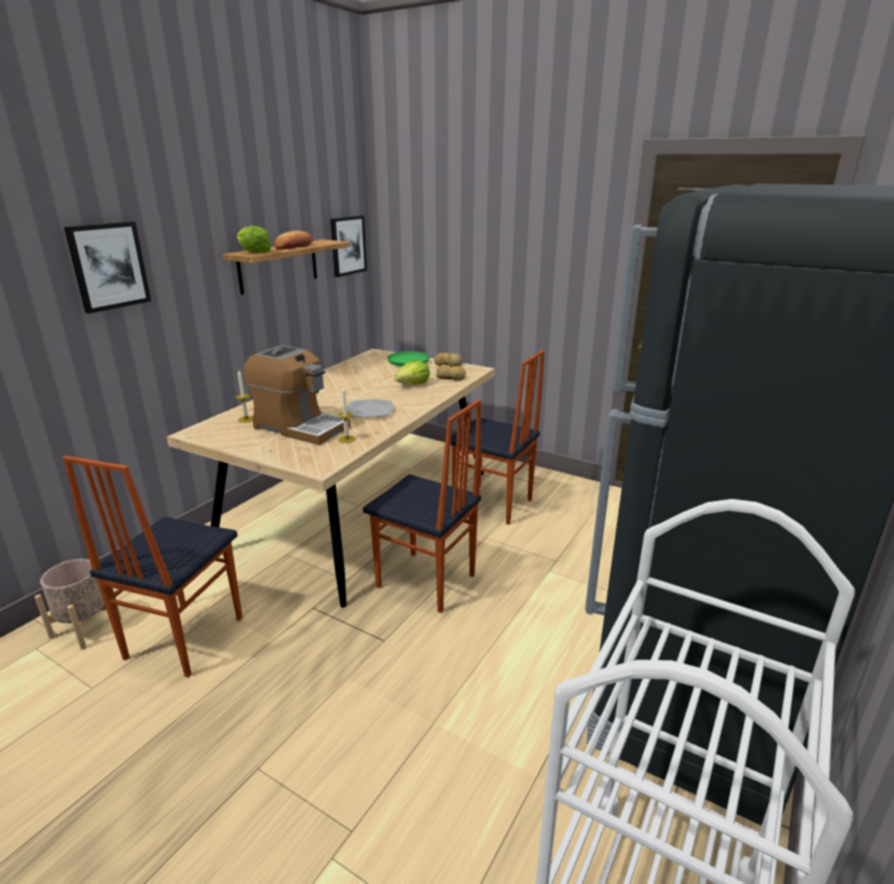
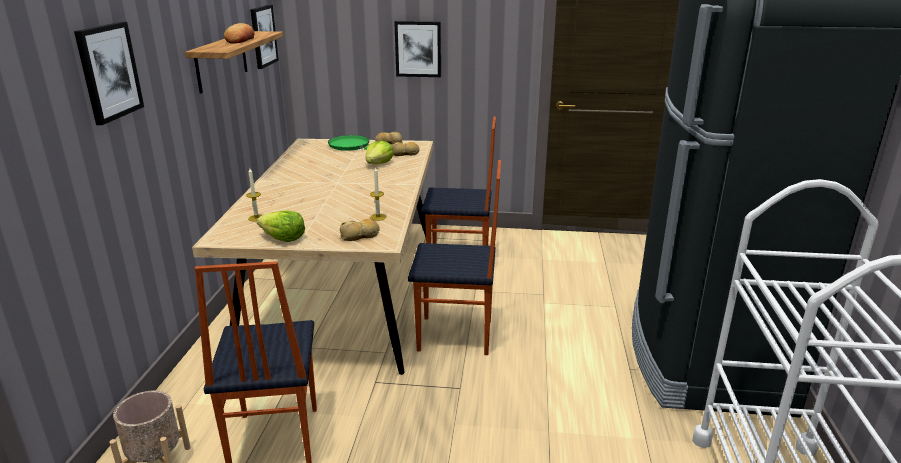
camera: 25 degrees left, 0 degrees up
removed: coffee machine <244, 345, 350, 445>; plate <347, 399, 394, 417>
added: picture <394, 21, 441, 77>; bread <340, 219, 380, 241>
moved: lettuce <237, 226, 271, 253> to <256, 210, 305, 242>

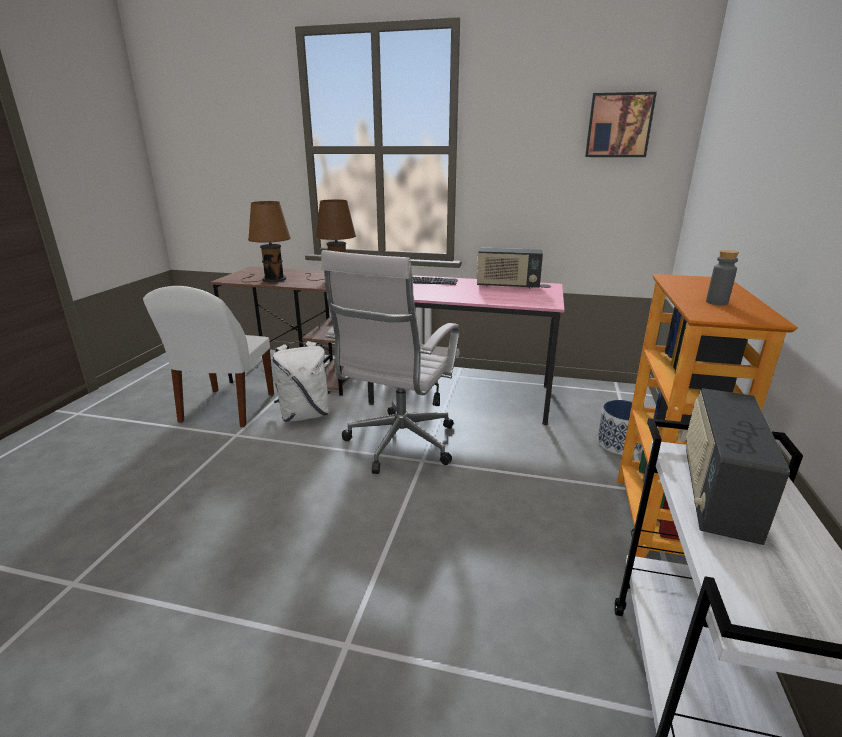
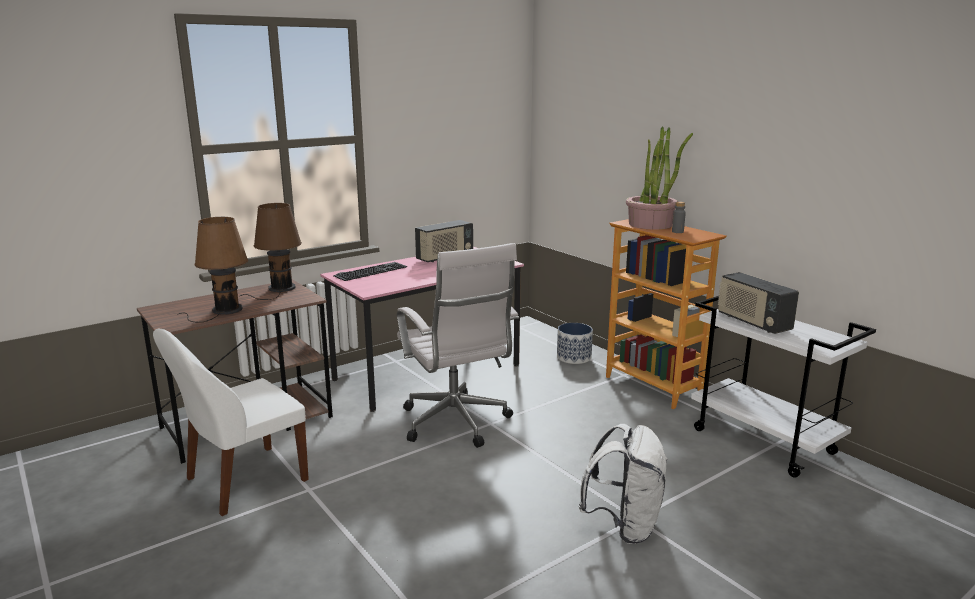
camera: 50 degrees left, 5 degrees down
removed: picture <585, 92, 657, 157>
added: potted plant <626, 127, 693, 230>
moved: backpack in white <273, 341, 330, 422> to <579, 424, 668, 544>
turned: chair in white <143, 286, 274, 427> = <153, 329, 309, 516> 90 degrees clockwise

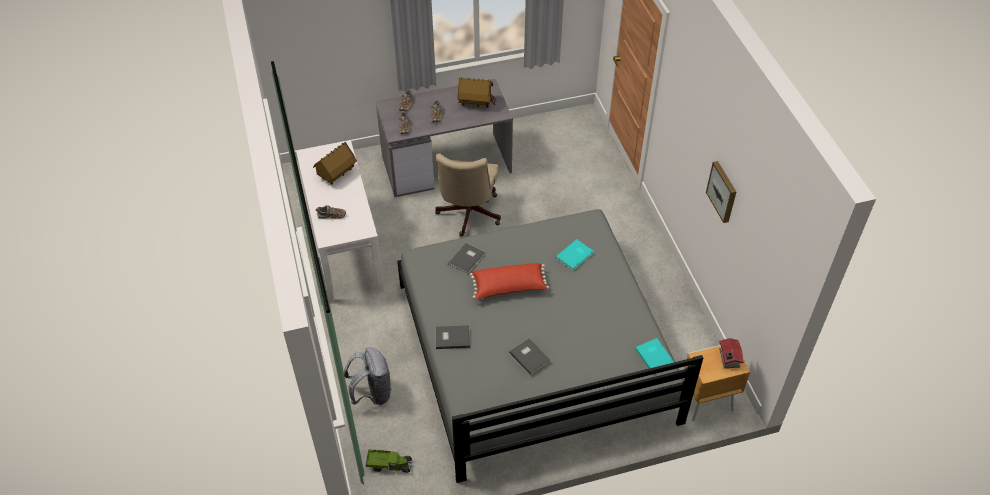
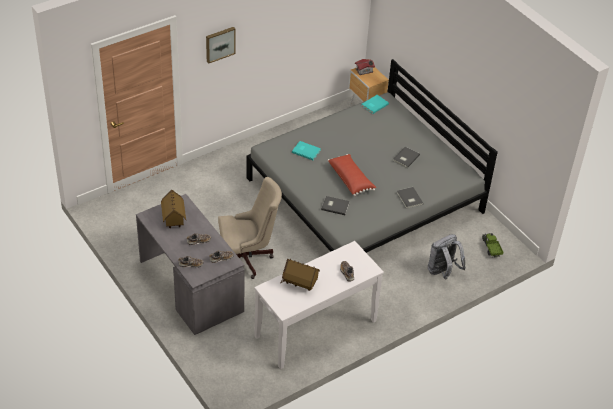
camera: 110 degrees left, 5 degrees down
moved: picture <706, 161, 736, 223> to <206, 27, 236, 64>

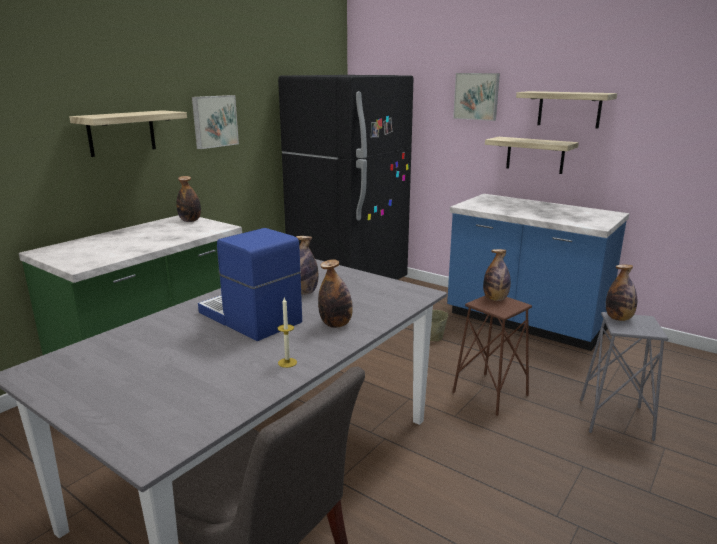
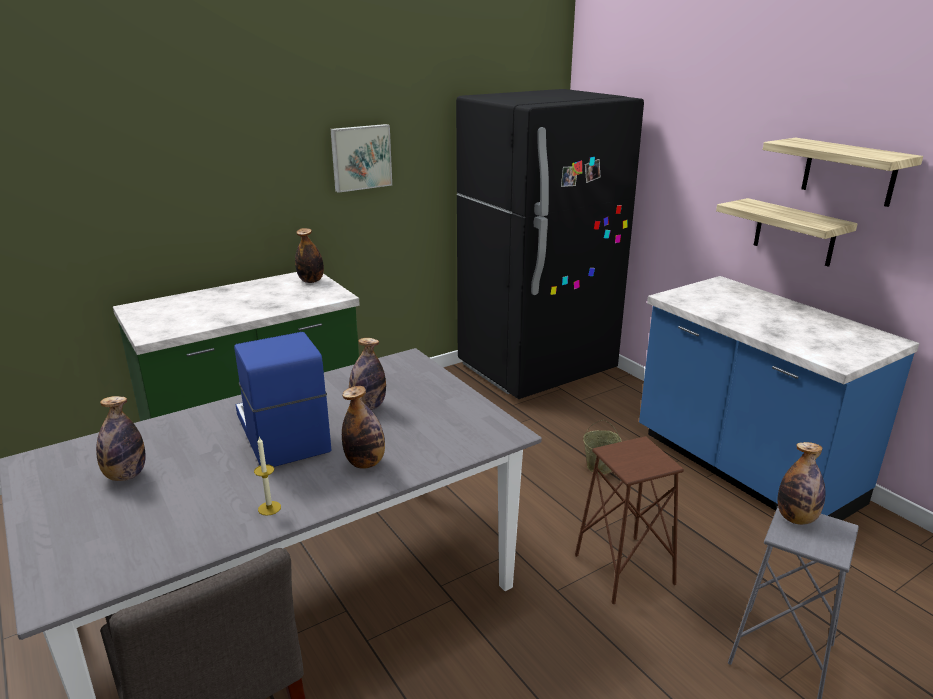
camera: 20 degrees right, 5 degrees up
removed: picture <453, 73, 500, 121>; shelf <69, 110, 187, 157>
moved: bottle <483, 249, 511, 301> to <96, 396, 146, 481>

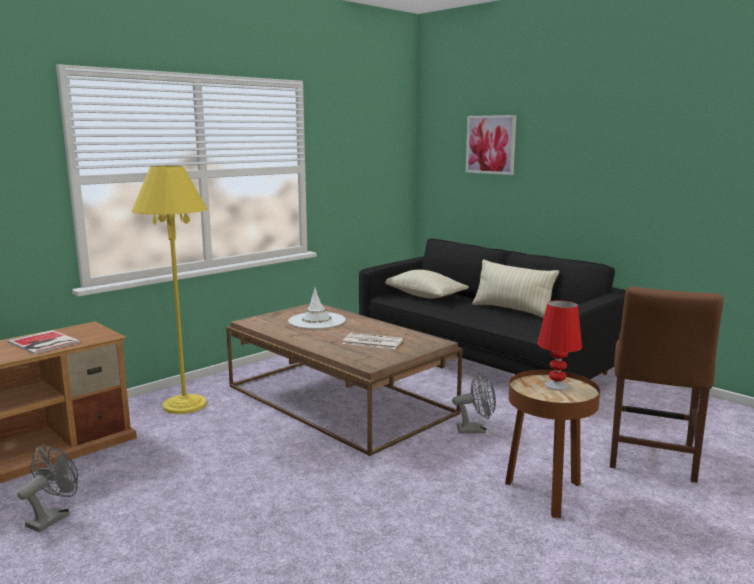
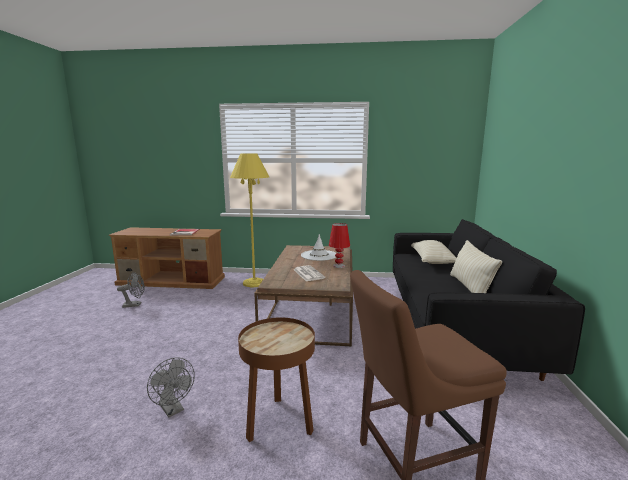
camera: 50 degrees right, 0 degrees up
removed: picture <466, 115, 516, 175>
moved: table lamp in red <537, 300, 582, 391> to <329, 223, 350, 268>; fan in grey <452, 373, 496, 433> to <147, 357, 195, 418>

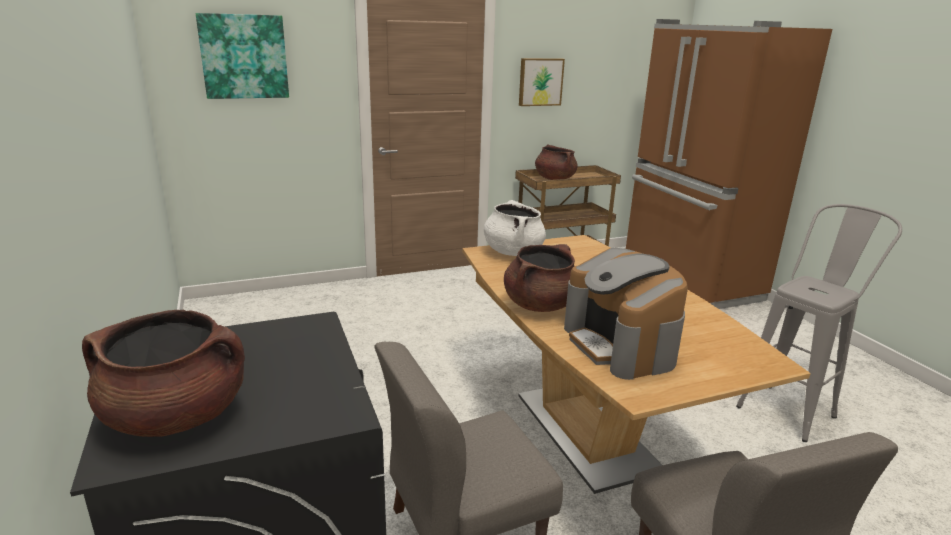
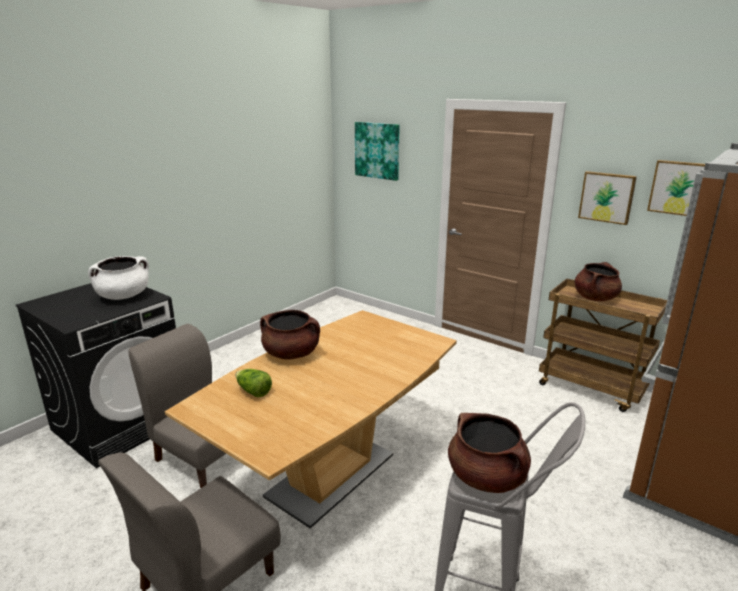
camera: 60 degrees right, 0 degrees up
added: picture <647, 160, 705, 216>
moved: cooking pot in white <484, 200, 546, 256> to <88, 256, 149, 300>; cooking pot in brown <82, 310, 245, 437> to <448, 413, 531, 493>
replaced: coffee machine <564, 248, 688, 380> to lettuce <235, 369, 272, 398>

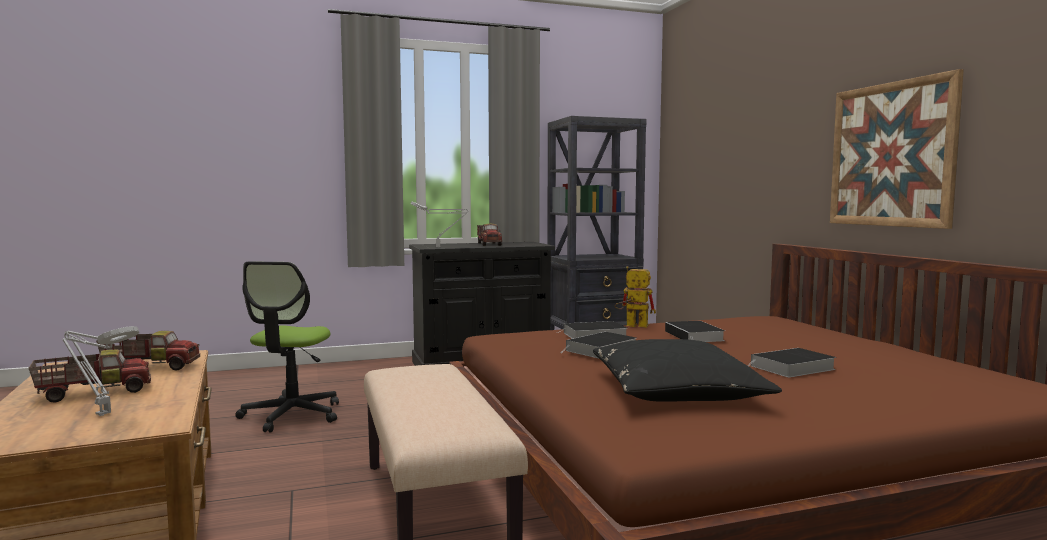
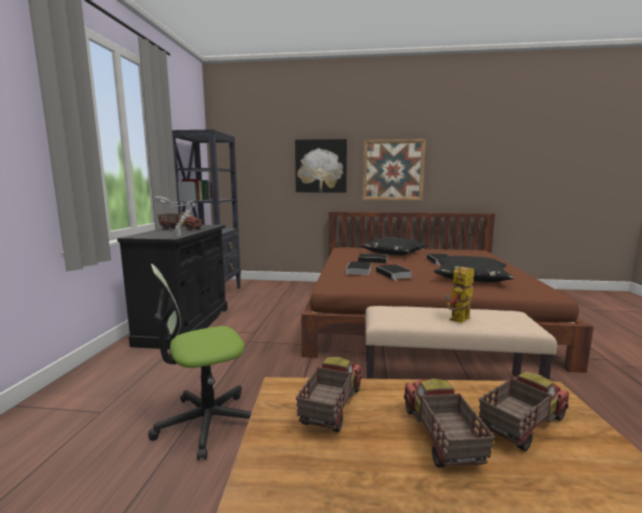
camera: 65 degrees left, 5 degrees up
added: picture <295, 139, 347, 193>; pillow in black <361, 237, 427, 255>
moved: toy robot <614, 266, 656, 328> to <445, 267, 474, 323>
replaced: table lamp in grey <62, 326, 139, 416> to toy truck <479, 372, 569, 451>
turned: office chair <235, 261, 339, 432> = <148, 264, 252, 460> 120 degrees clockwise

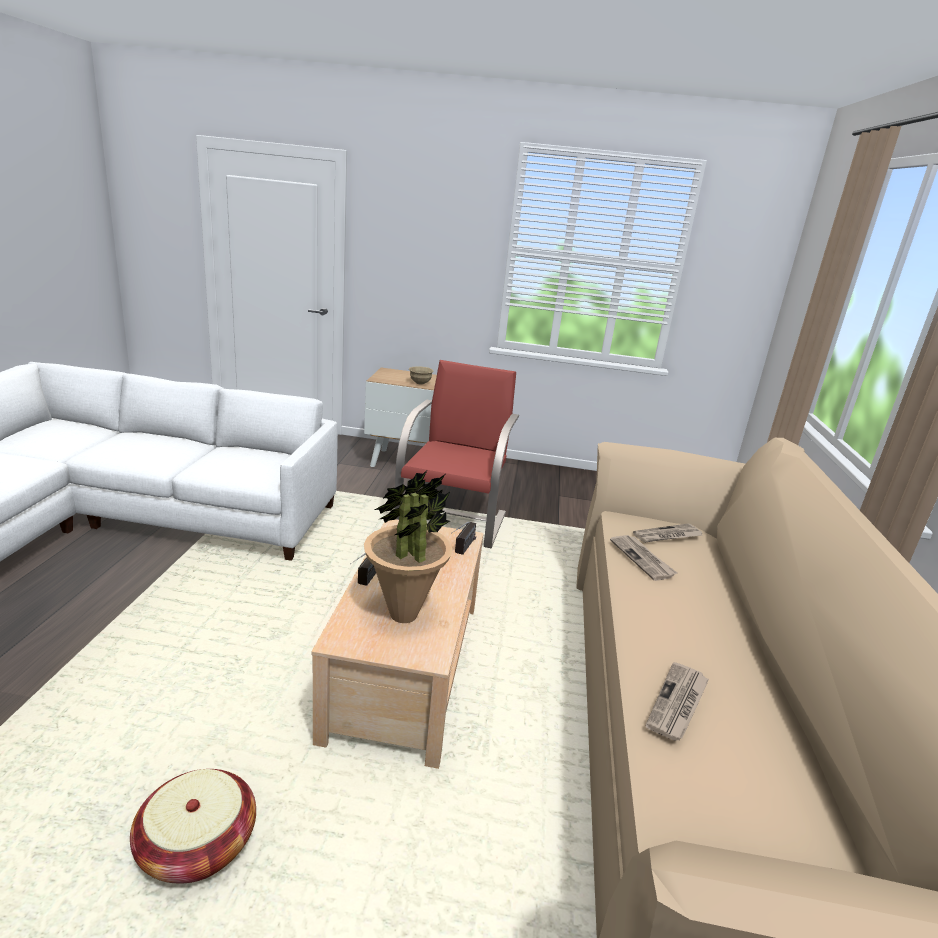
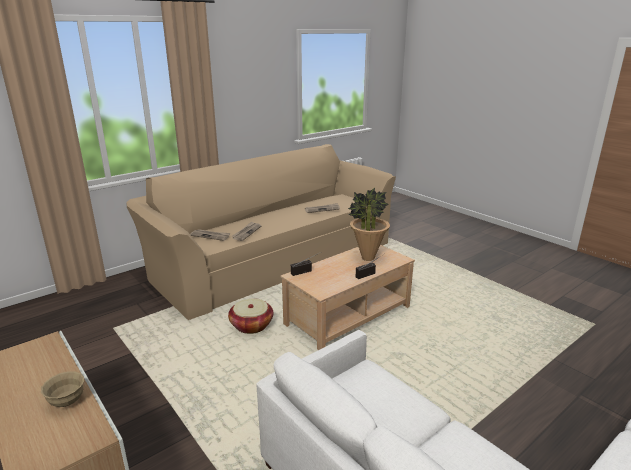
camera: 135 degrees left, 0 degrees up
removed: armchair in red <394, 360, 519, 548>
moved: basket <130, 769, 256, 884> to <228, 298, 273, 334>

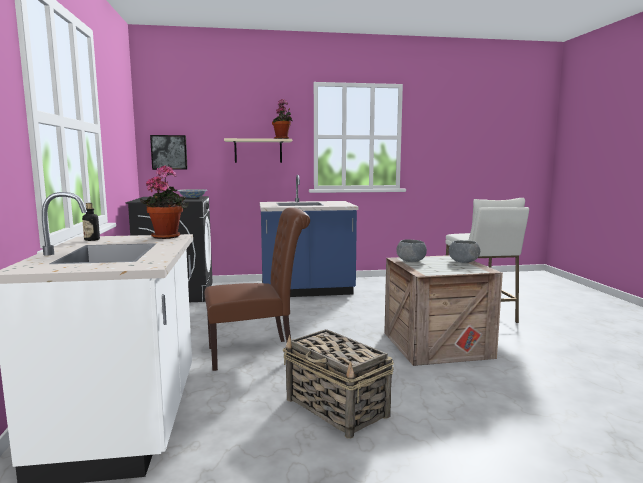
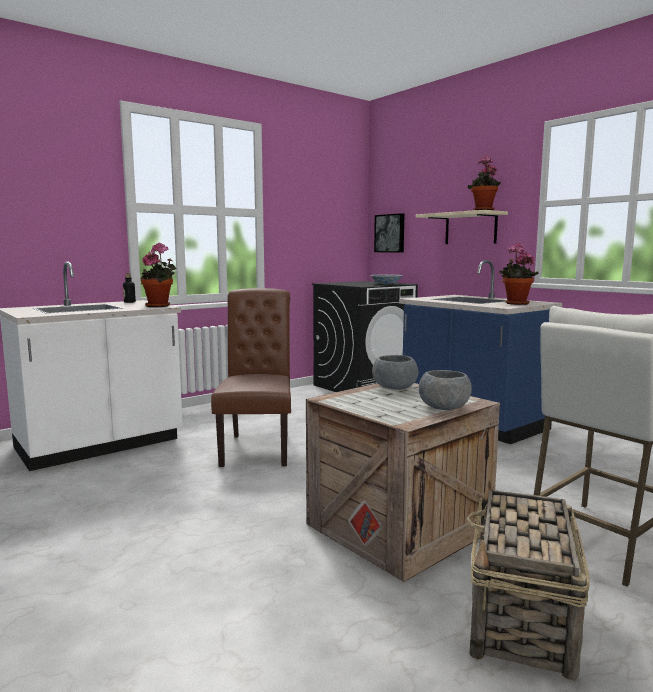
camera: 60 degrees right, 0 degrees up
added: potted plant <499, 243, 539, 305>
moved: basket <283, 329, 394, 439> to <467, 480, 590, 681>
turned: chair in brown <205, 207, 310, 371> = <211, 288, 291, 467> 135 degrees counterclockwise

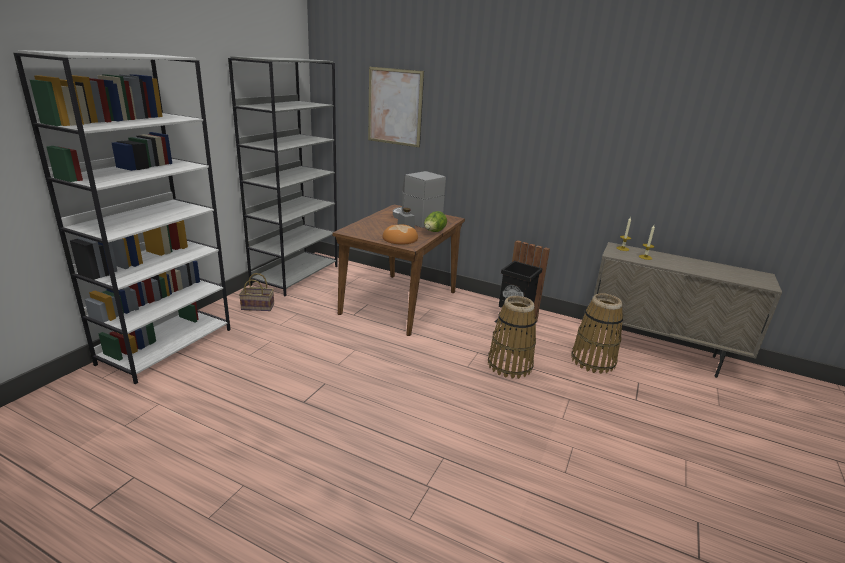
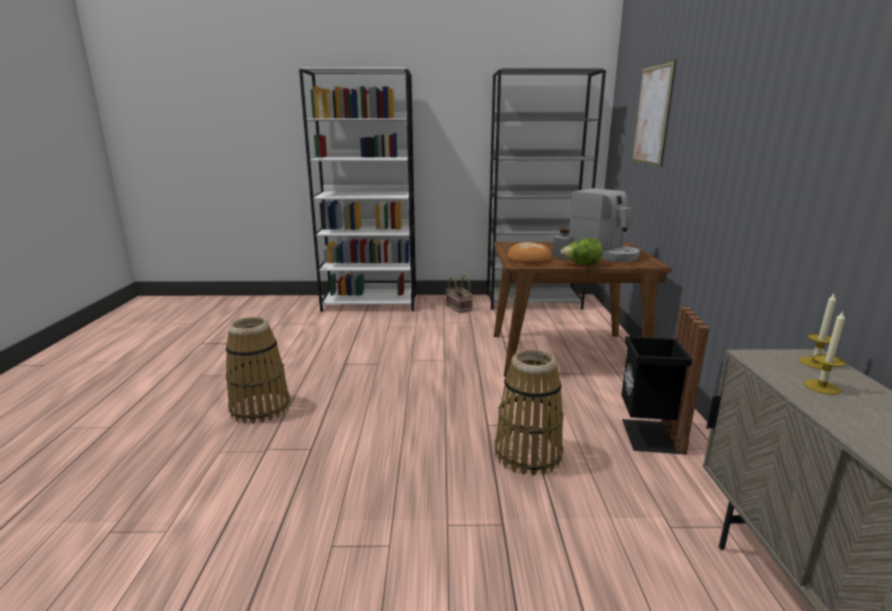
camera: 65 degrees right, 5 degrees down
moved: basket <571, 293, 623, 374> to <226, 317, 290, 424>
turned: coffee machine <393, 171, 446, 228> = <569, 188, 640, 262> 120 degrees clockwise

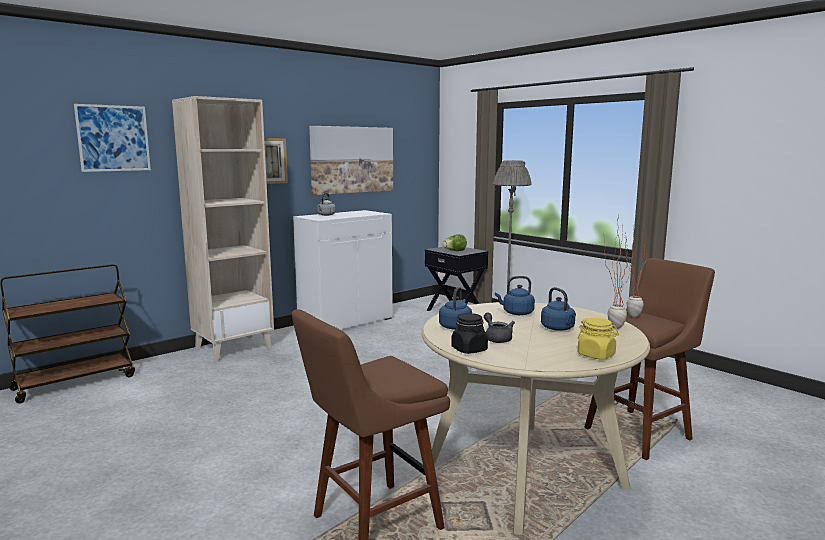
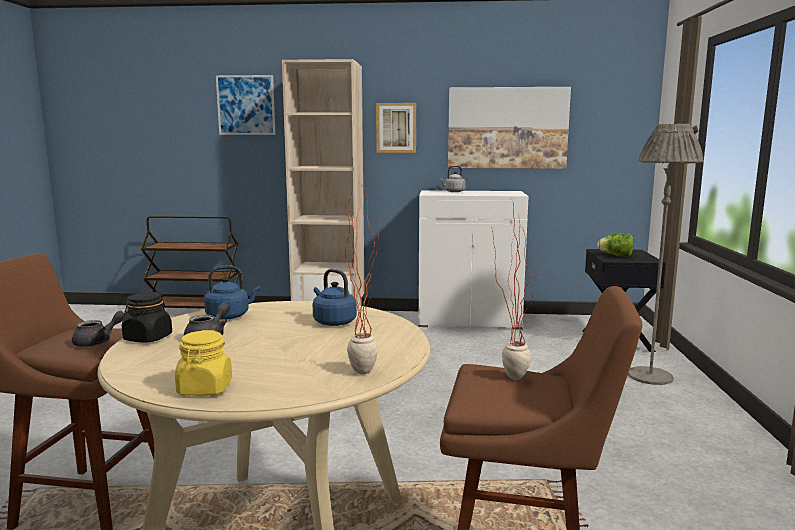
camera: 45 degrees right, 0 degrees up
removed: kettle in blue <541, 287, 576, 331>
added: teapot in grey <72, 311, 125, 347>

